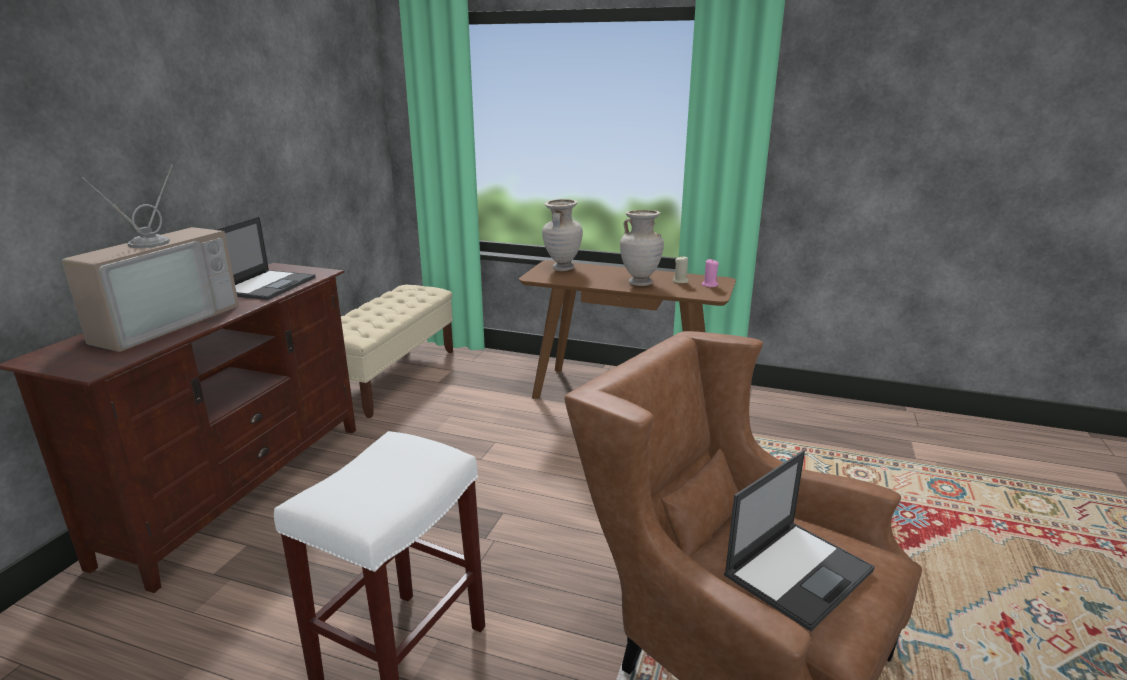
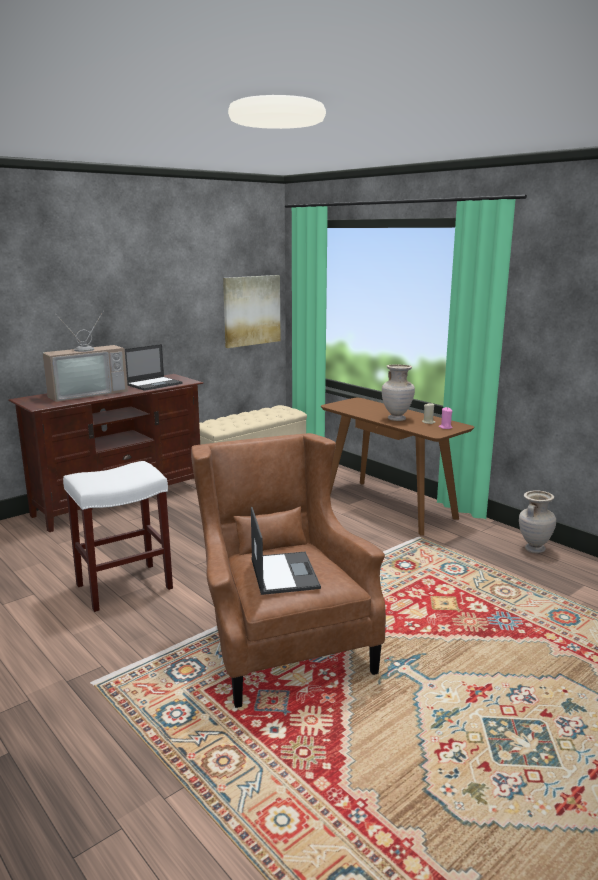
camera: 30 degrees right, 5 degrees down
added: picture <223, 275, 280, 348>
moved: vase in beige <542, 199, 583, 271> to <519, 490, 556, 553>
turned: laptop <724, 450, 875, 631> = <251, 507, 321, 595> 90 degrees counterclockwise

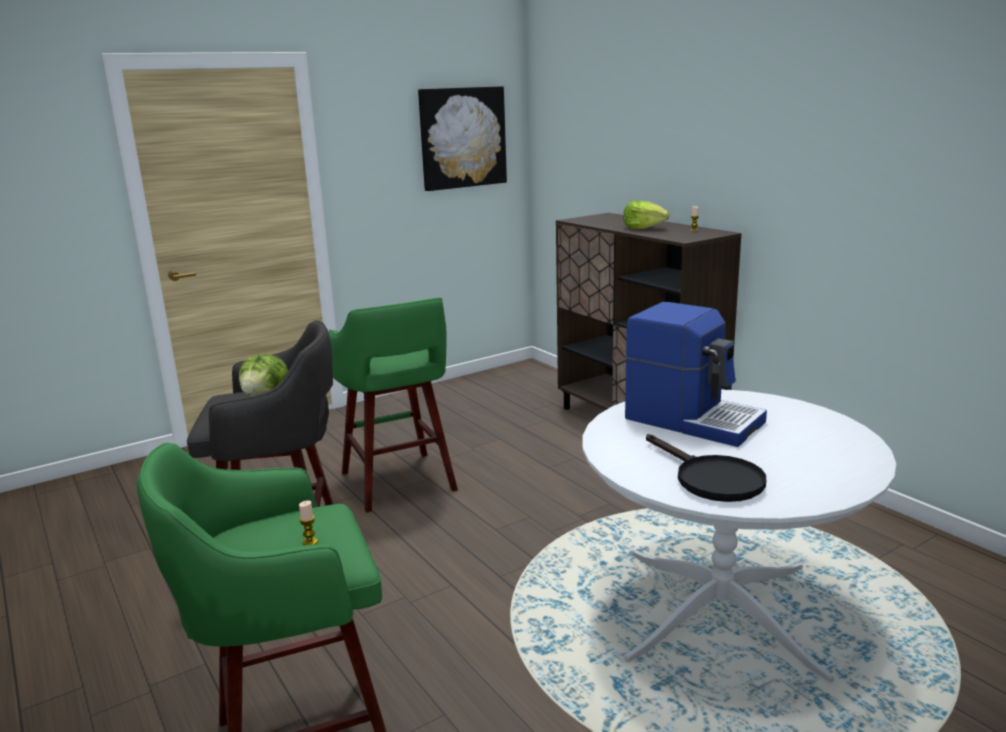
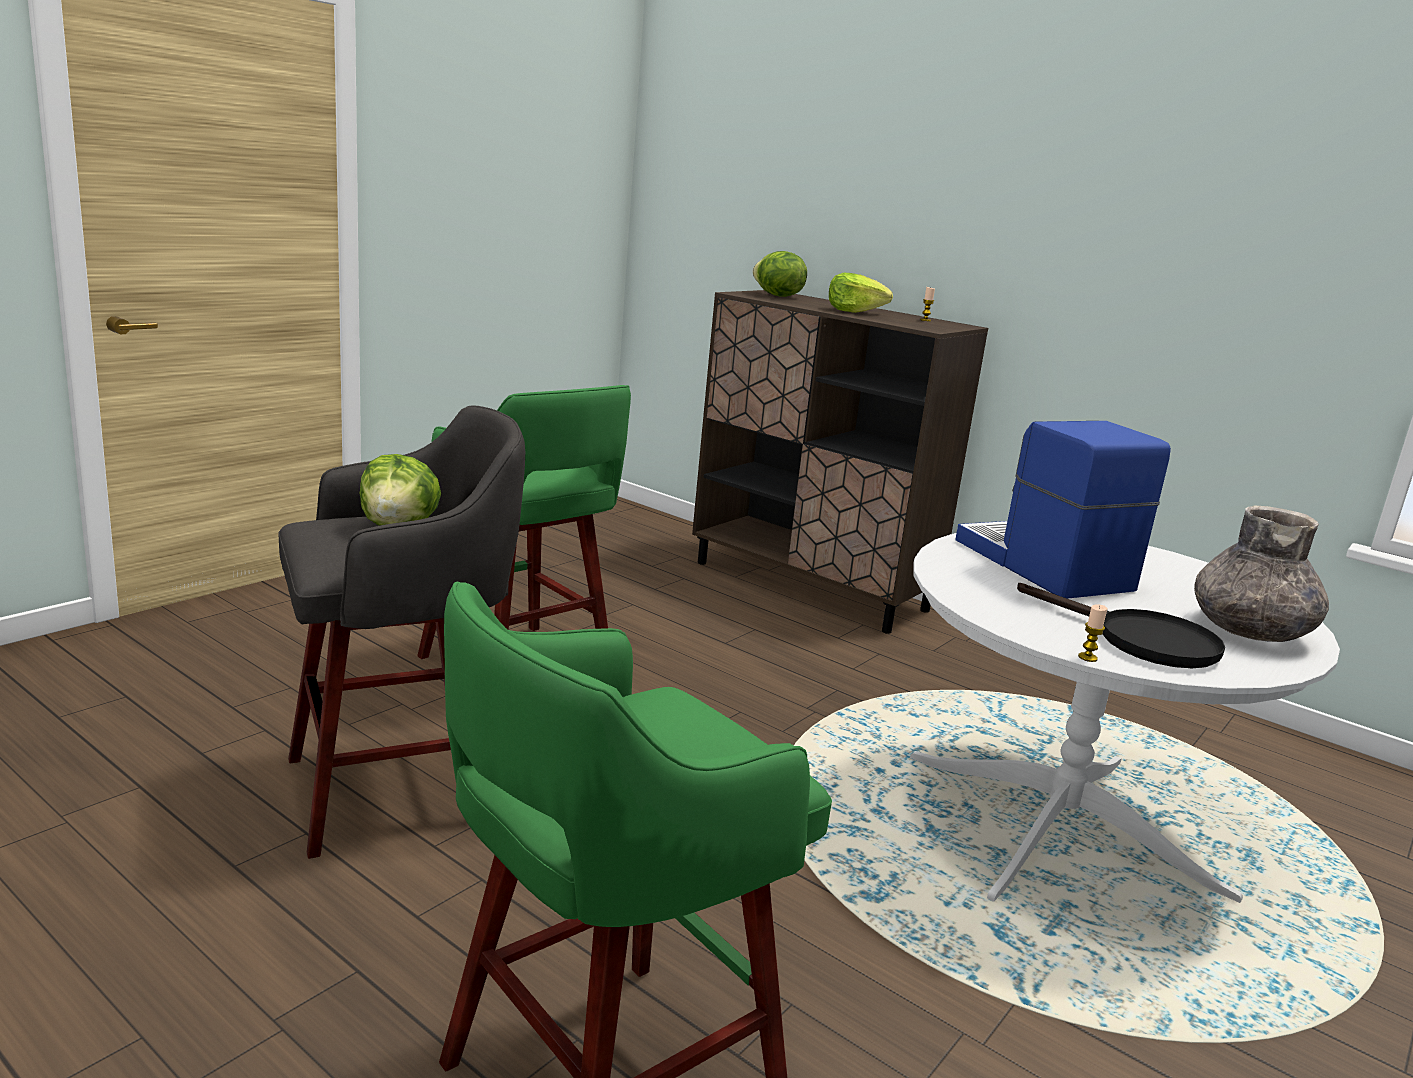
camera: 20 degrees left, 0 degrees up
removed: picture <418, 86, 507, 191>
added: lettuce <753, 251, 807, 297>; vase in grey <1194, 505, 1329, 642>
moved: candle <299, 500, 318, 545> to <1078, 604, 1107, 662>
turned: coffee machine <625, 302, 767, 447> = <955, 421, 1171, 599> 135 degrees counterclockwise

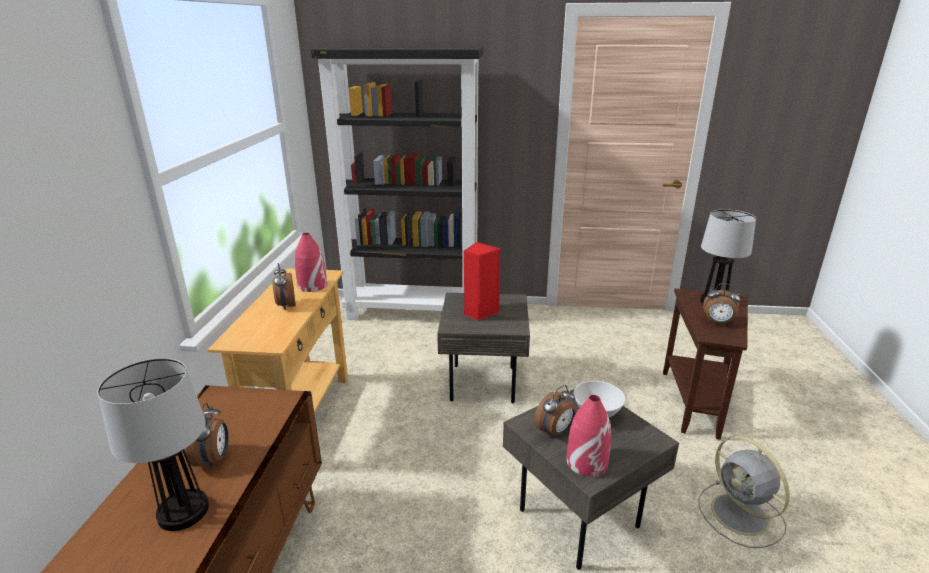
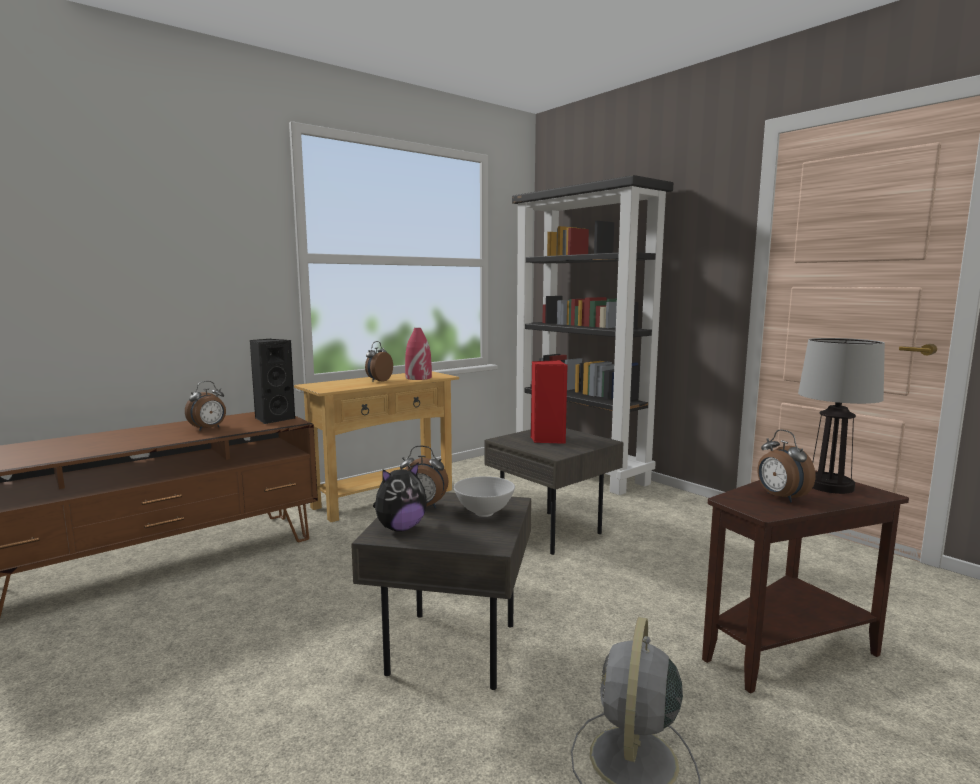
camera: 45 degrees right, 15 degrees down
removed: table lamp <97, 358, 209, 531>
added: speaker in black <250, 339, 296, 424>
replaced: vase in red <567, 395, 611, 477> to plush toy <373, 463, 427, 532>

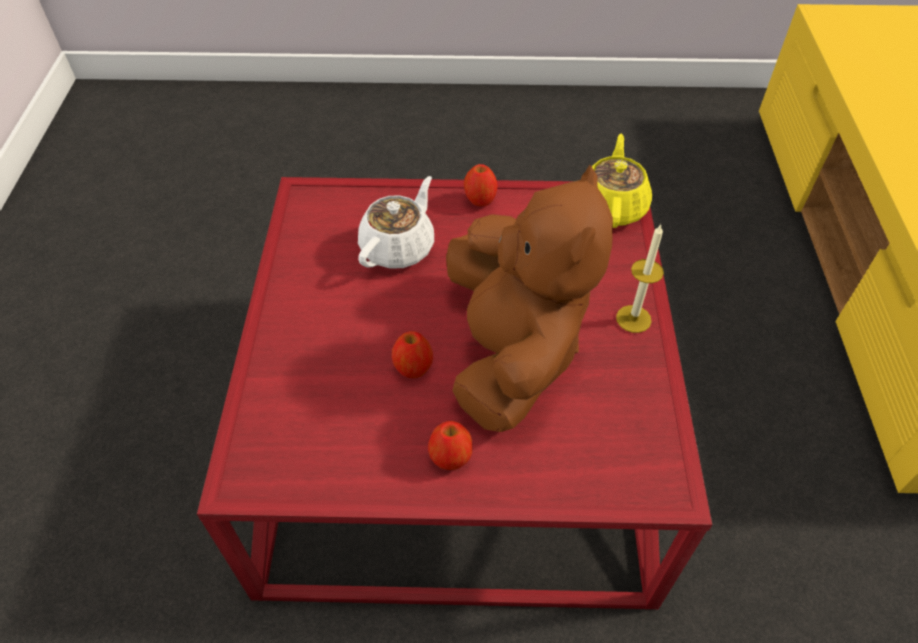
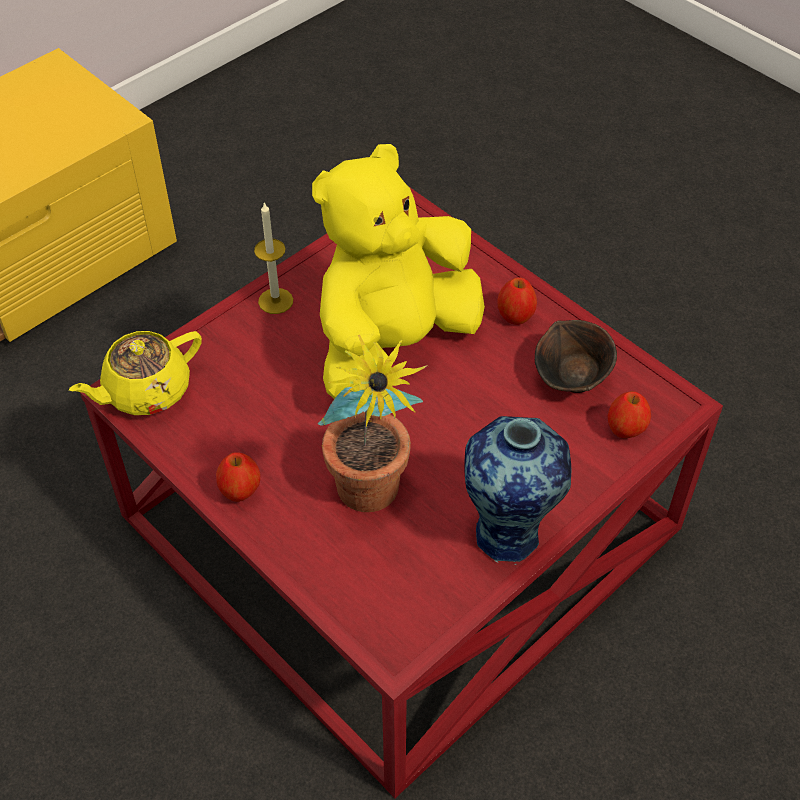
camera: 135 degrees left, 0 degrees up
added: bowl in brown <535, 320, 617, 393>; vase <464, 416, 572, 565>
moved: apple <392, 331, 433, 378> to <608, 391, 651, 438>
replaced: teapot in white <358, 176, 434, 269> to potted plant <318, 335, 427, 512>
recoloured: plush toy in brown <446, 165, 613, 432> to plush toy in yellow <312, 144, 485, 399>

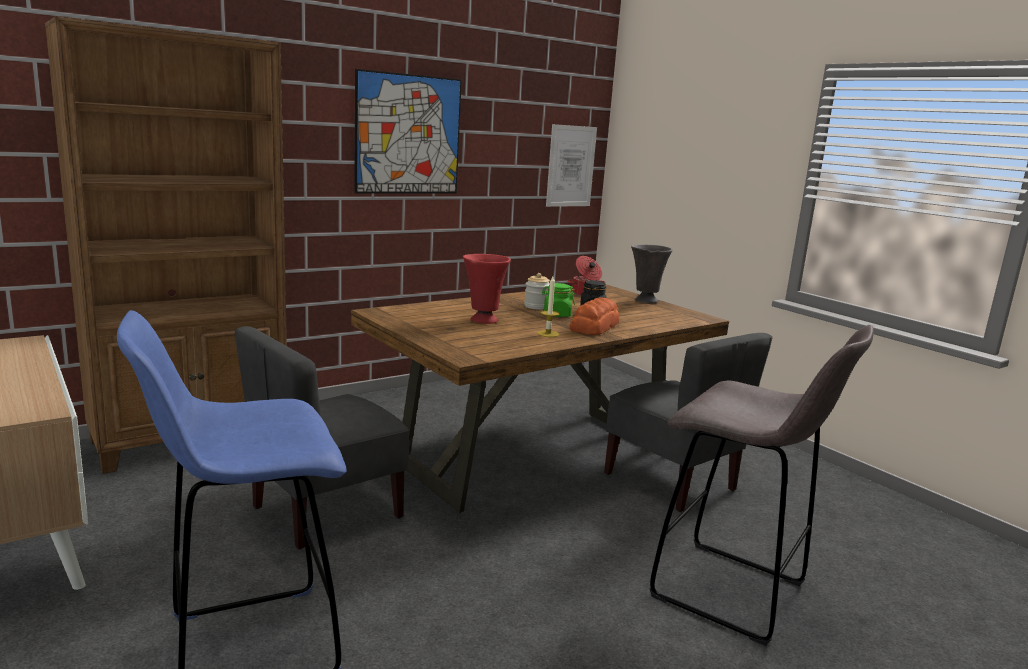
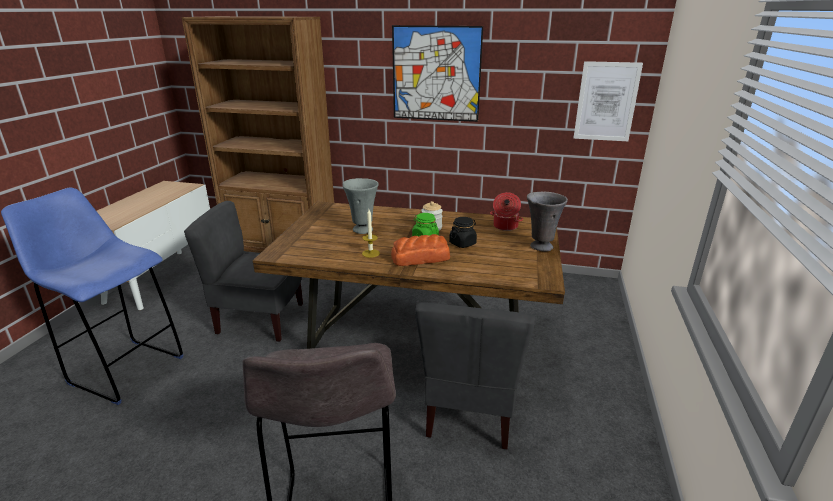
camera: 50 degrees right, 10 degrees up
recoloured: vase in red <463, 254, 511, 324> to vase in grey <343, 178, 379, 234>

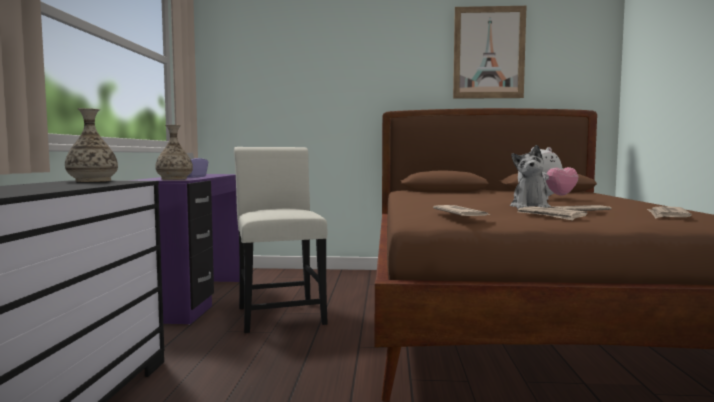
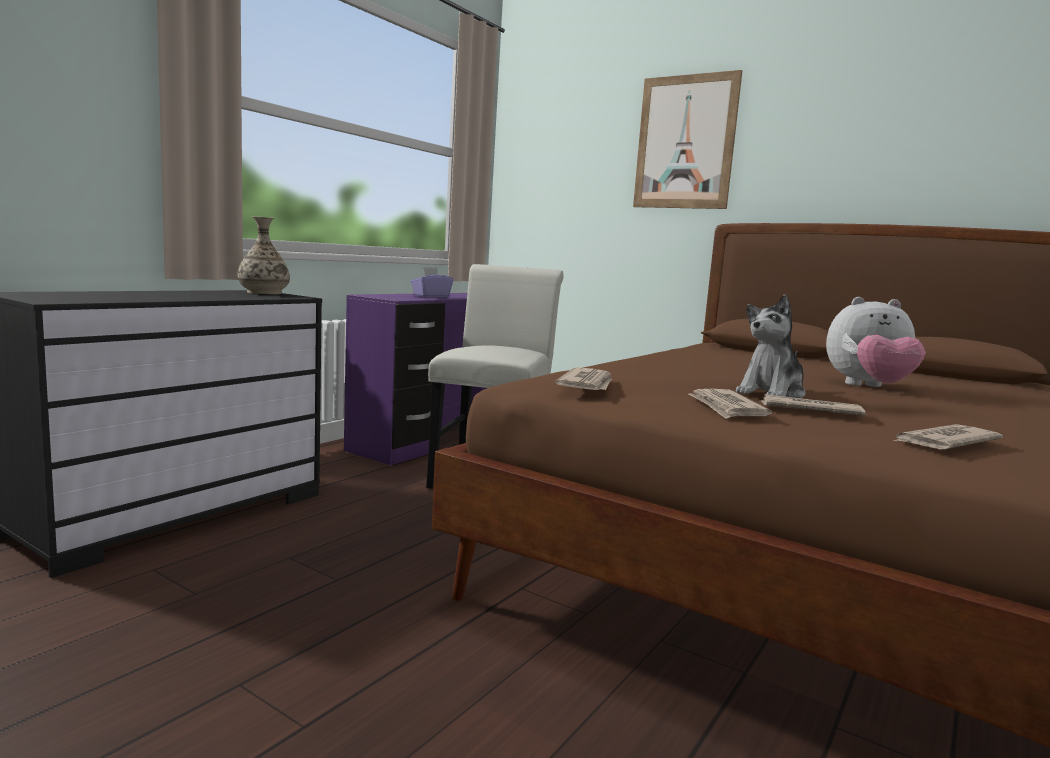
camera: 30 degrees right, 5 degrees up
removed: vase <155, 125, 193, 180>
moved: picture <453, 6, 526, 99> to <633, 70, 742, 209>

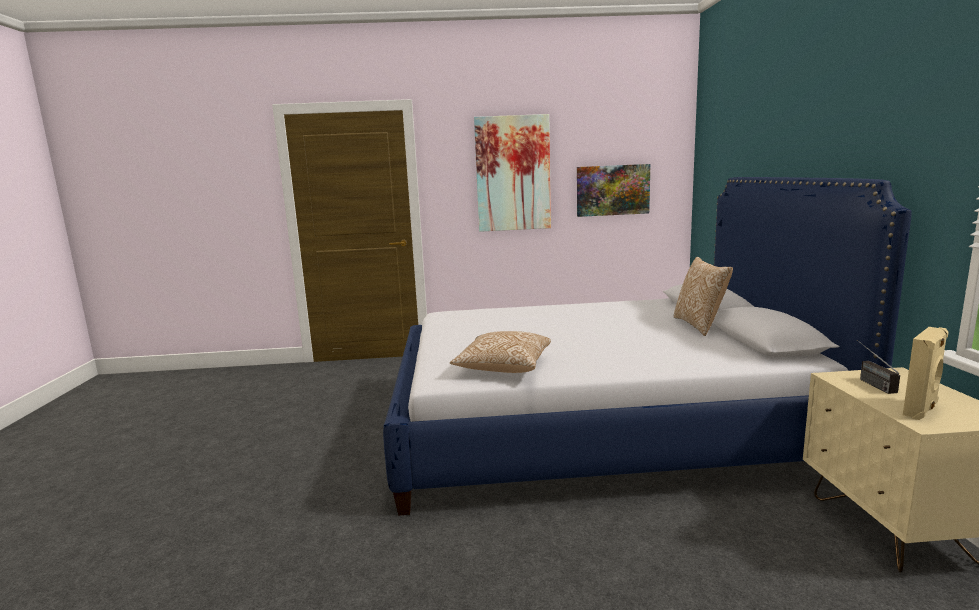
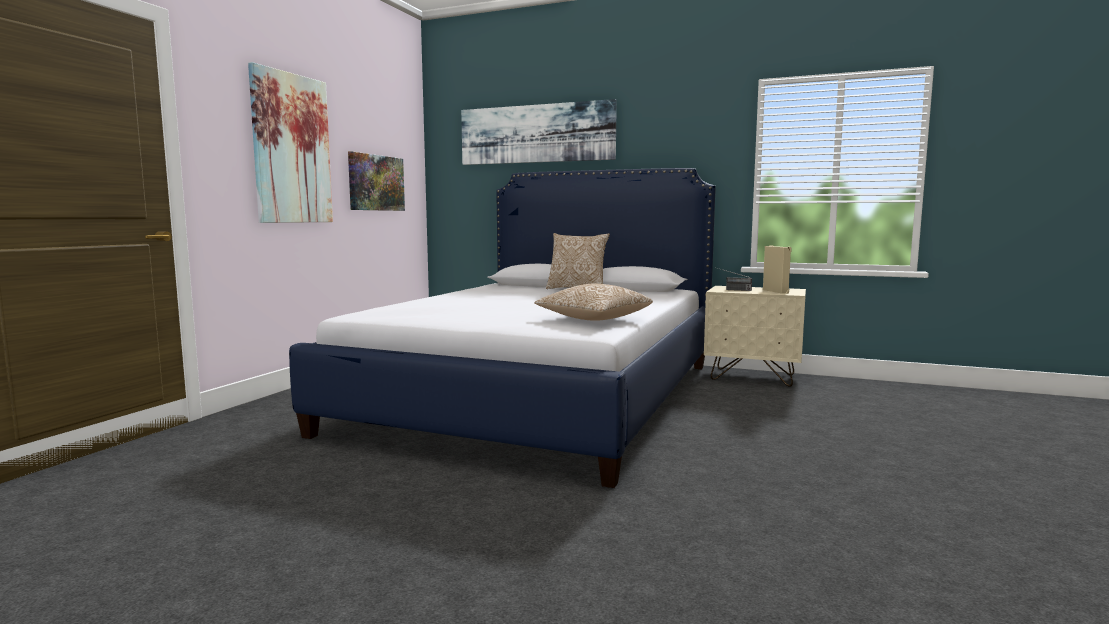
camera: 65 degrees left, 5 degrees down
added: picture <461, 99, 617, 165>

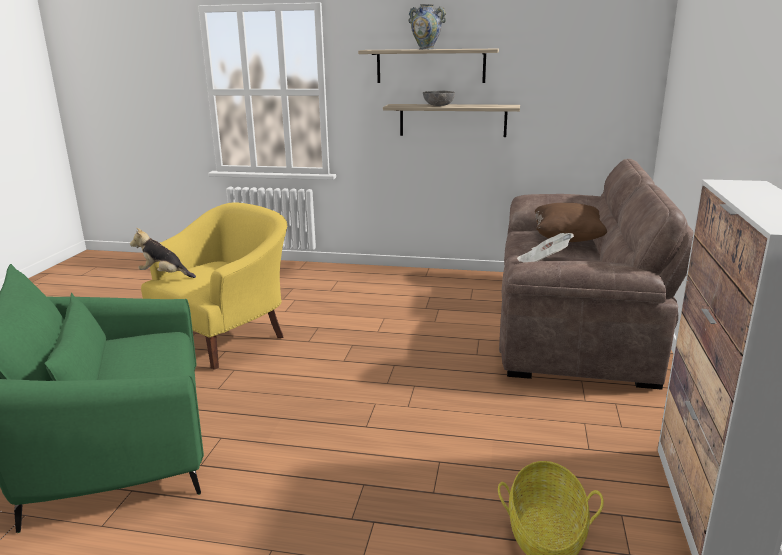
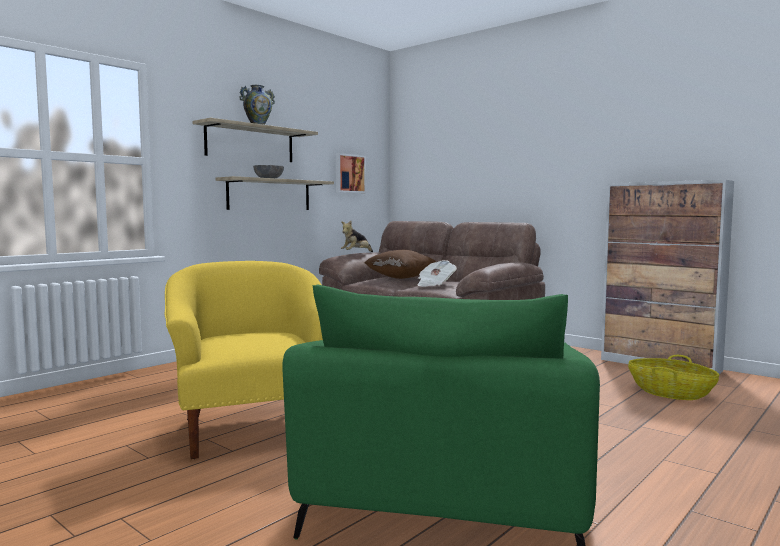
camera: 60 degrees left, 15 degrees down
added: picture <336, 153, 366, 193>
moved: plush toy <130, 228, 196, 278> to <341, 221, 373, 252>

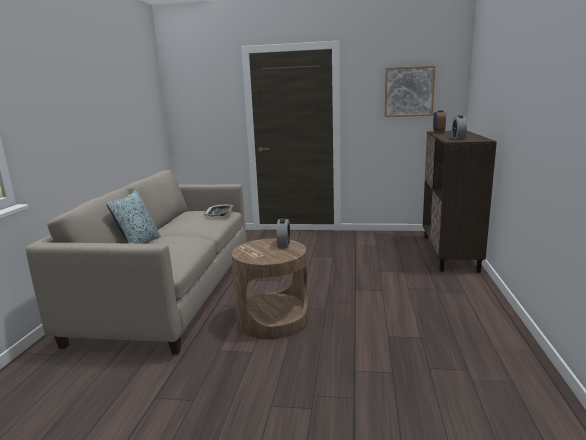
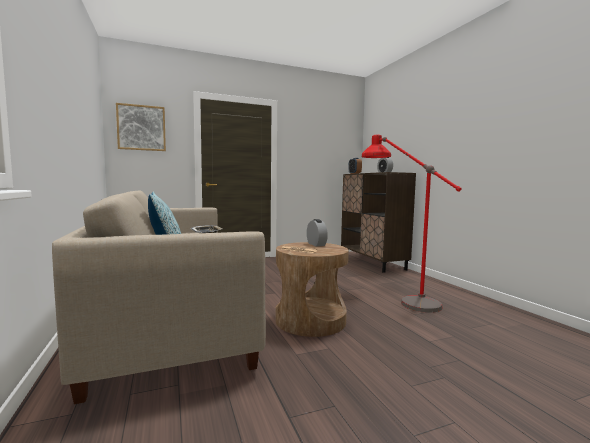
camera: 30 degrees left, 10 degrees down
added: floor lamp in red <362, 134, 462, 313>
moved: picture <385, 66, 435, 117> to <116, 103, 166, 151>

